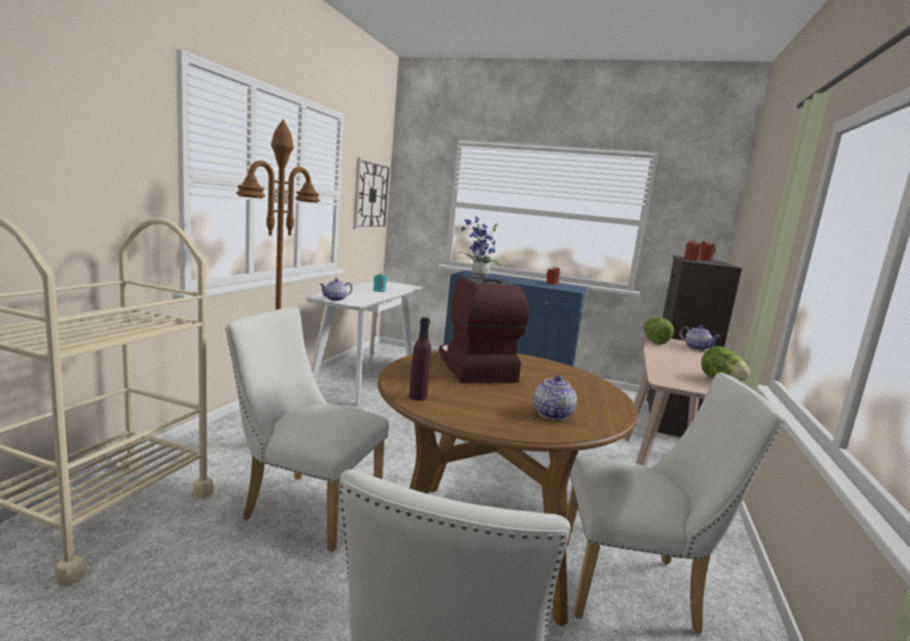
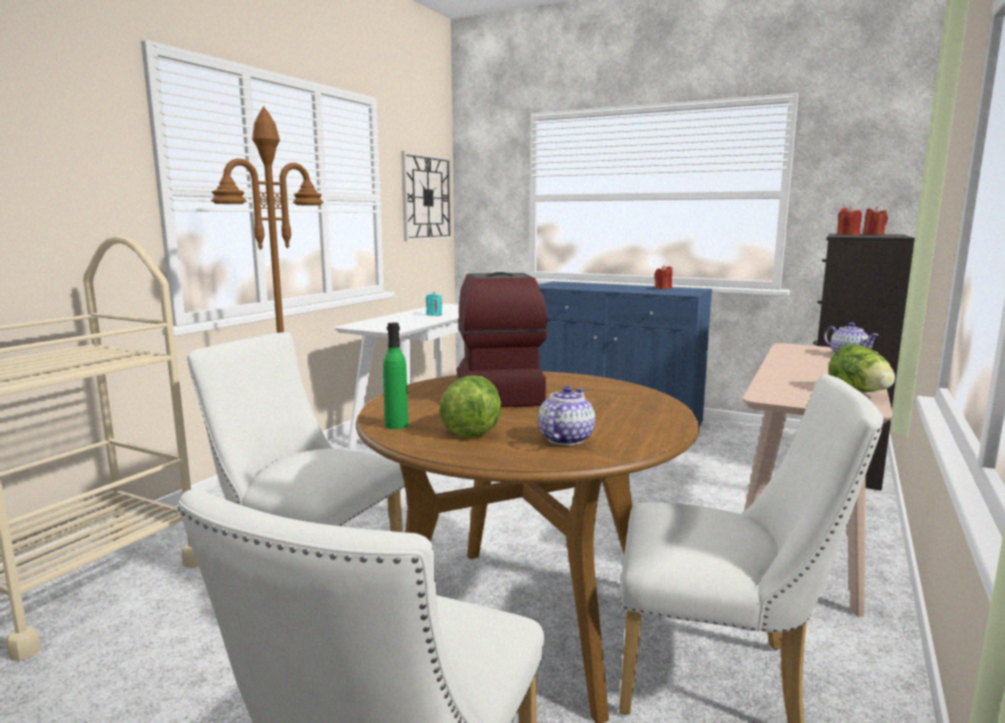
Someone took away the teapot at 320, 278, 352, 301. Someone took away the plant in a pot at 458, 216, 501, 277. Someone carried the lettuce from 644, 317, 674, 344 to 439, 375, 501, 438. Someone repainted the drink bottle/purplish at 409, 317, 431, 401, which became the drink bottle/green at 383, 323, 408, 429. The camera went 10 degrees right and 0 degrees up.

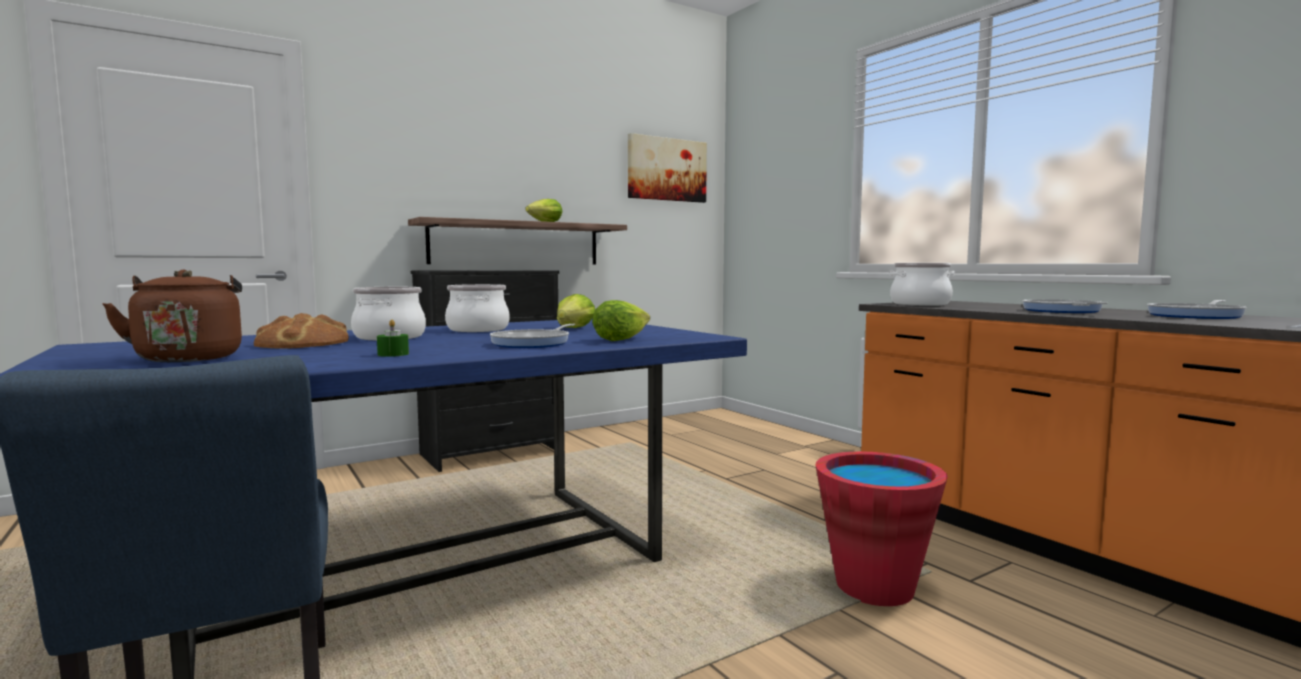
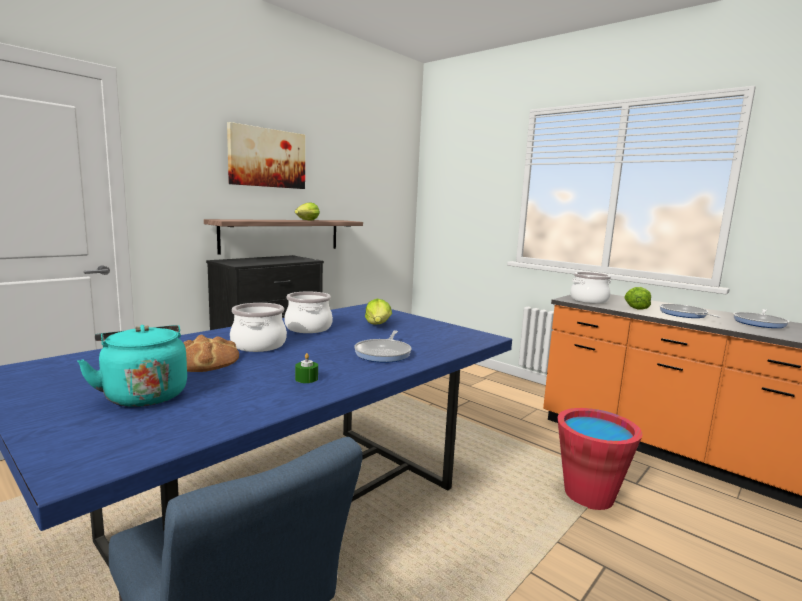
Someone carried the lettuce from 592, 300, 650, 341 to 624, 287, 651, 310. Someone carried the wall picture from 628, 133, 707, 203 to 227, 122, 305, 189. Someone repainted the tea kettle/brownish at 102, 269, 242, 362, which became the tea kettle/turquoise at 77, 325, 187, 407. The camera went 15 degrees left and 5 degrees up.

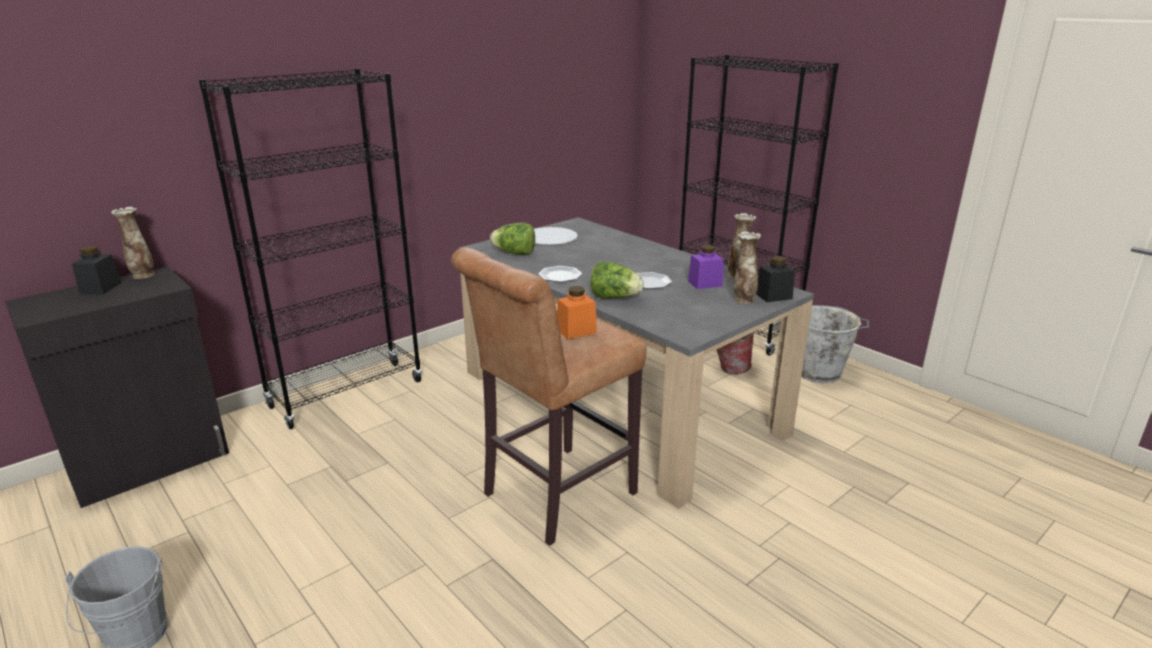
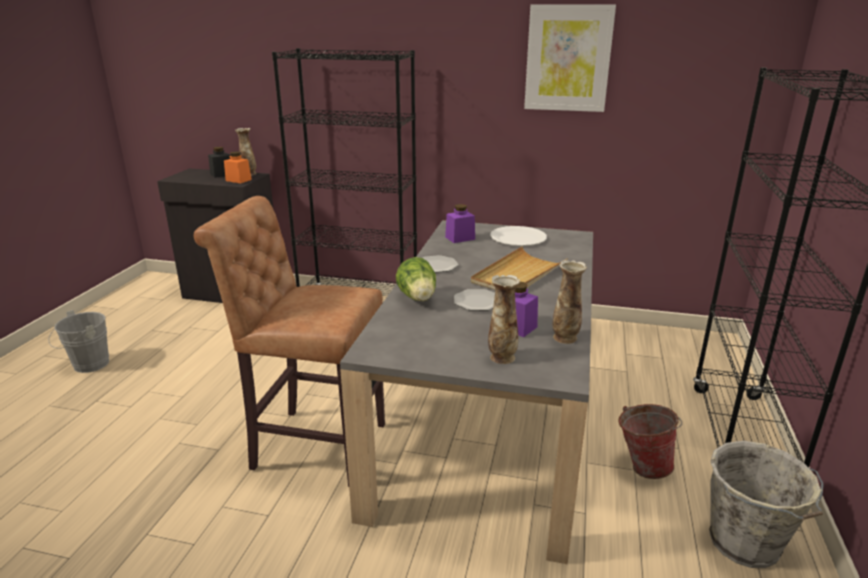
Someone took away the jar/black at 756, 256, 795, 302. Someone put down the carrying tray/beige at 471, 246, 568, 290. Someone put up the wall picture at 524, 4, 616, 112. Someone carried the jar/orangey from 557, 286, 597, 339 to 224, 152, 252, 183. Someone swapped the lettuce at 490, 222, 535, 255 for the jar/purplish at 445, 204, 475, 243. The camera went 55 degrees right and 0 degrees up.

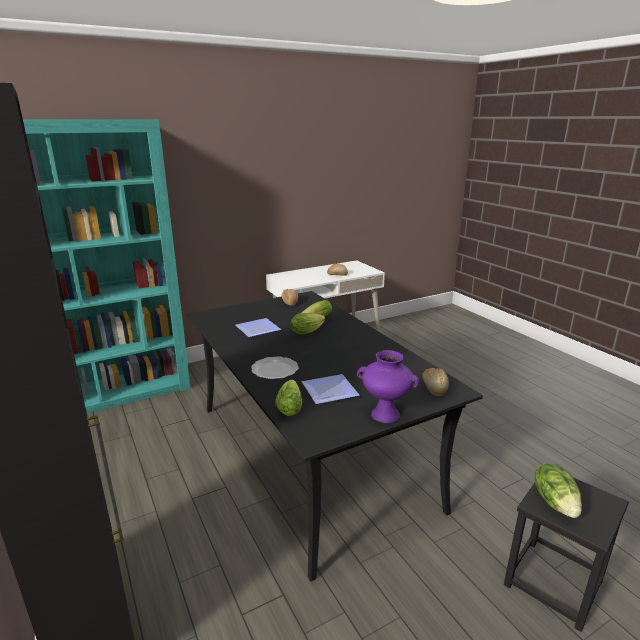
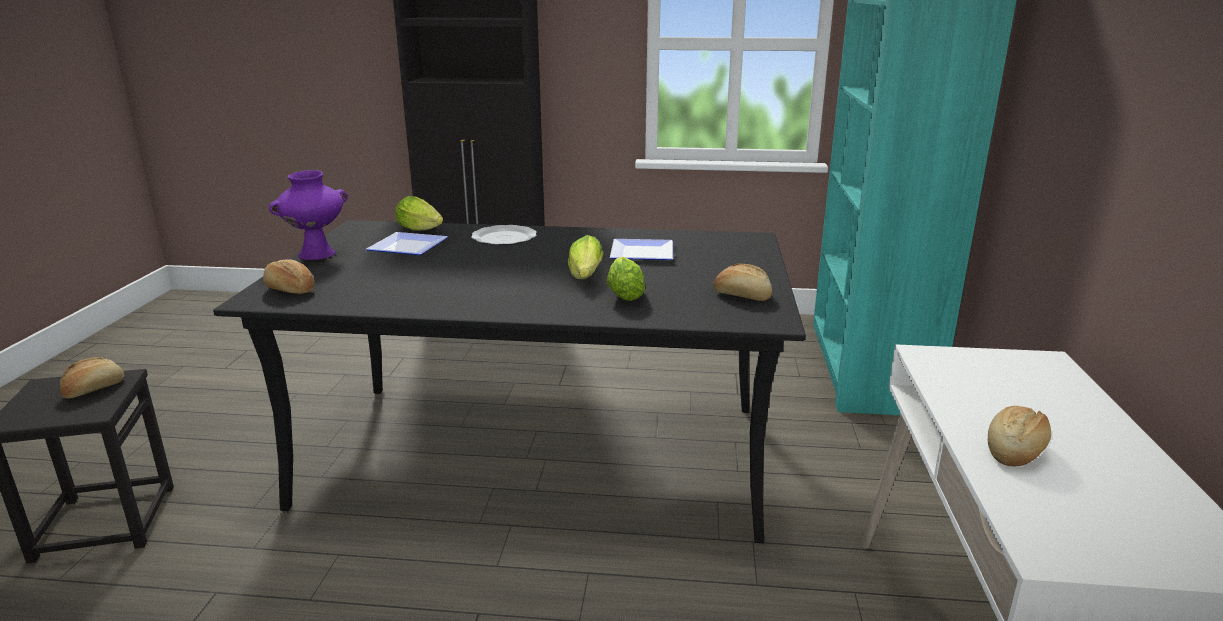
Someone swapped the lettuce at 534, 463, 582, 518 for the bakery bread at 60, 357, 124, 398. The camera went 125 degrees right and 0 degrees up.

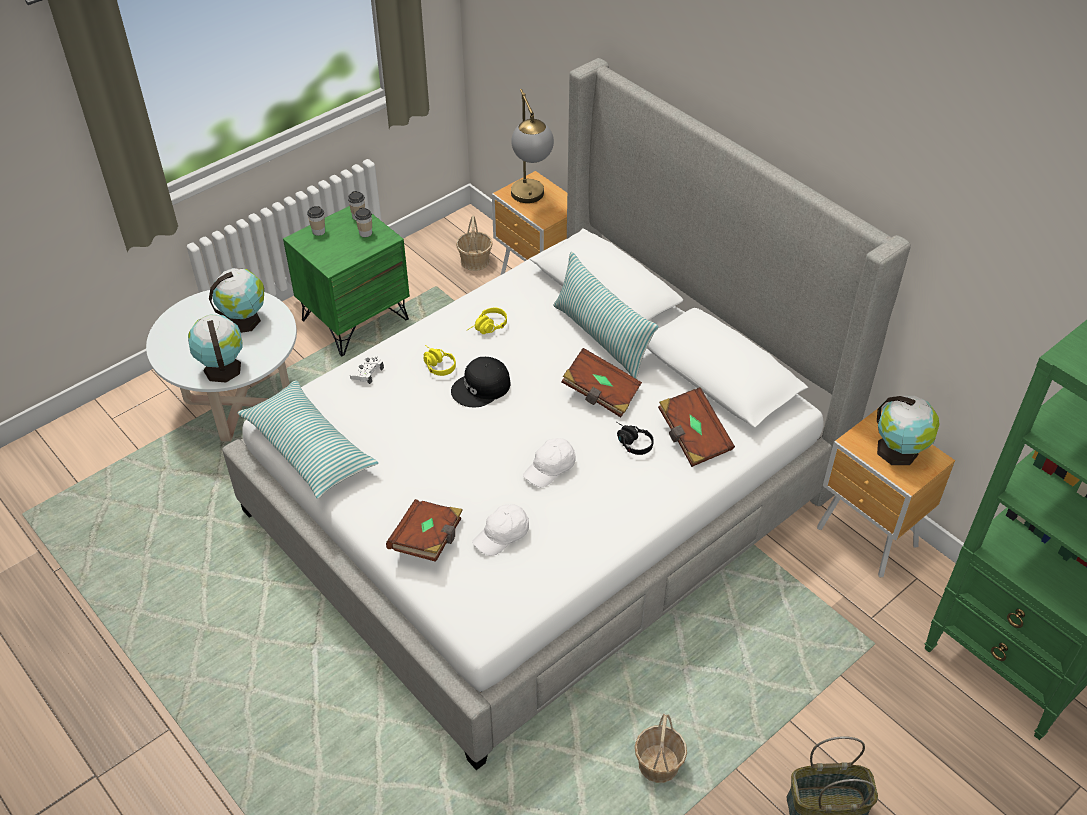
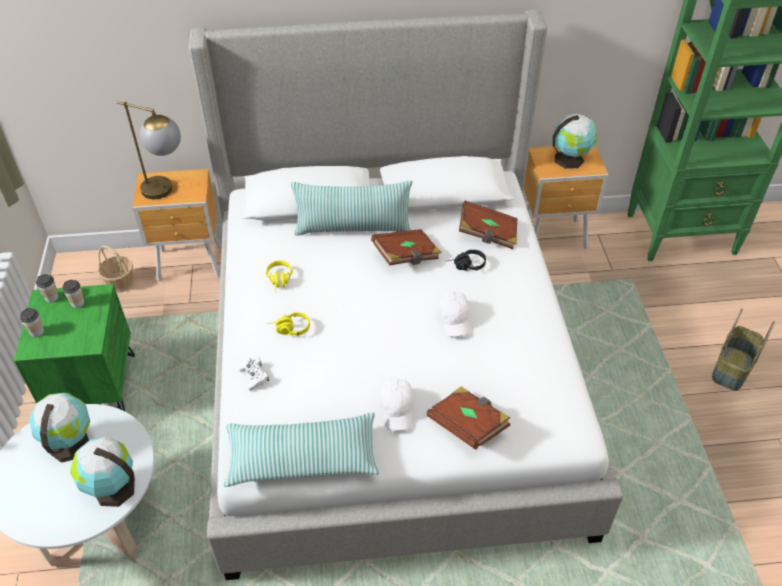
Someone took away the baseball cap/black at 451, 357, 510, 407. Someone took away the storage basket at 635, 714, 687, 783. Someone carried the baseball cap/white from 472, 504, 529, 556 to 380, 378, 414, 431. The camera went 55 degrees left and 0 degrees up.

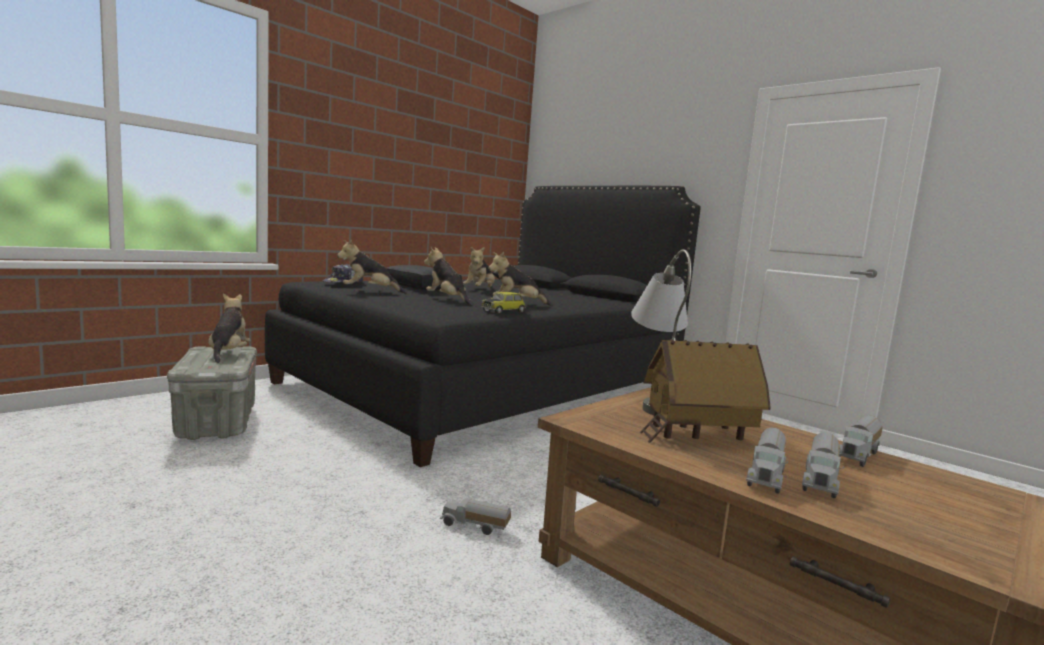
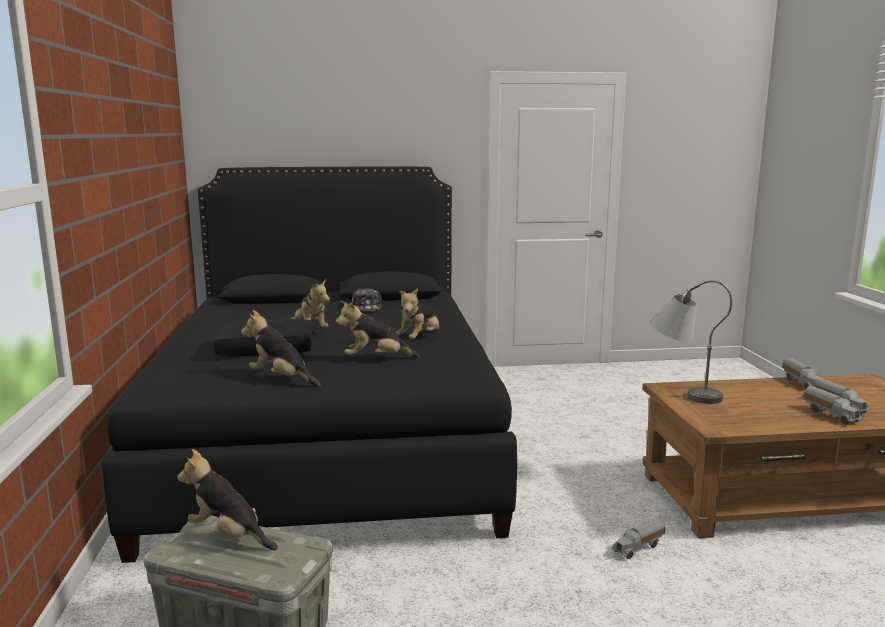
Someone took away the toy car at 481, 292, 526, 314. Someone took away the model house at 640, 339, 771, 443. Someone carried the baseball cap from 323, 264, 363, 283 to 352, 288, 383, 312. Someone rotated the soft toy at 337, 240, 406, 293 by 90 degrees clockwise. The camera went 50 degrees left and 5 degrees up.

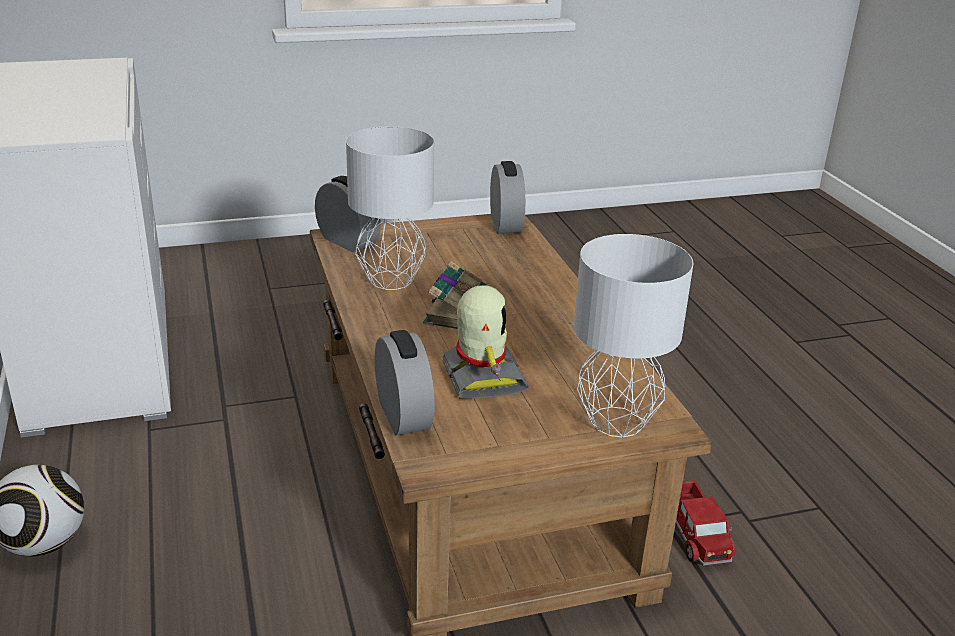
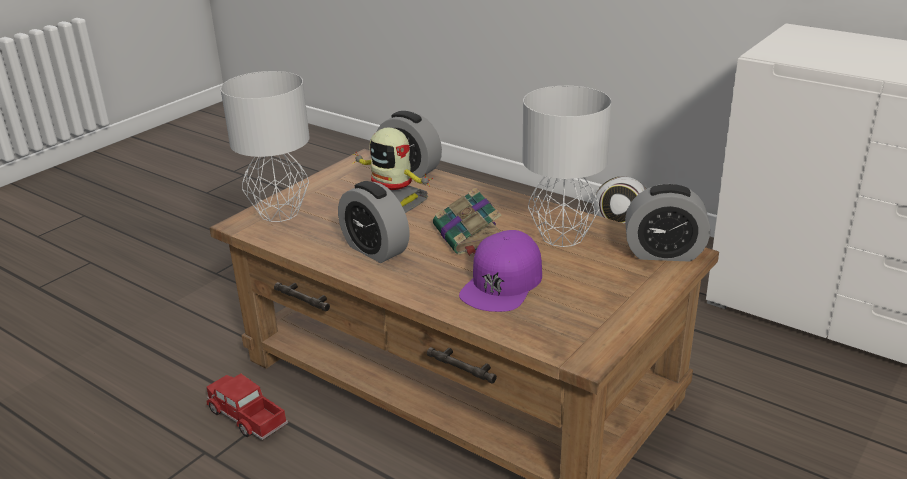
Someone put down the baseball cap/purplish at 459, 230, 542, 312. Someone carried the alarm clock from 490, 161, 525, 233 to 338, 181, 410, 263. The camera went 145 degrees right and 0 degrees up.

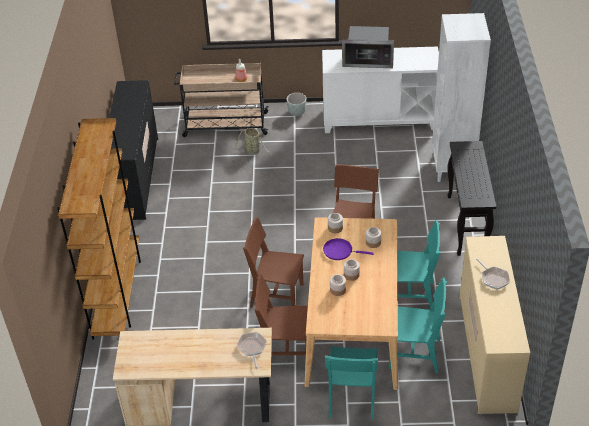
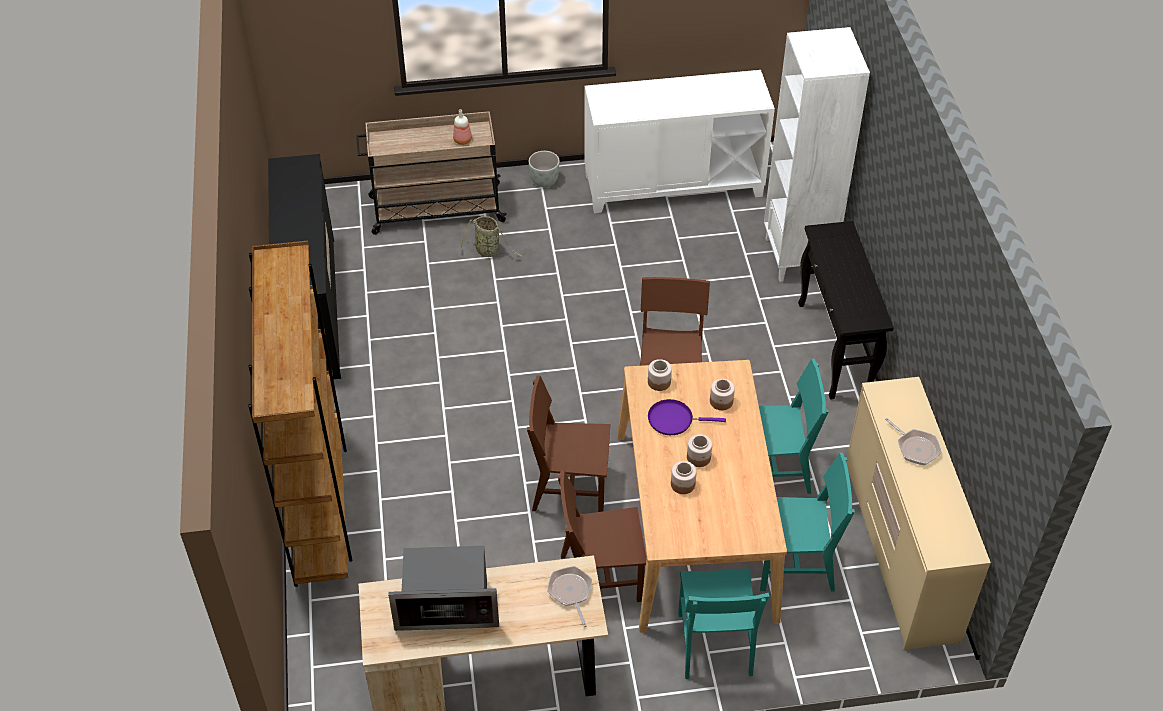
Someone carried the microwave oven from 342, 26, 394, 68 to 388, 546, 499, 631. The camera went 10 degrees left and 5 degrees up.

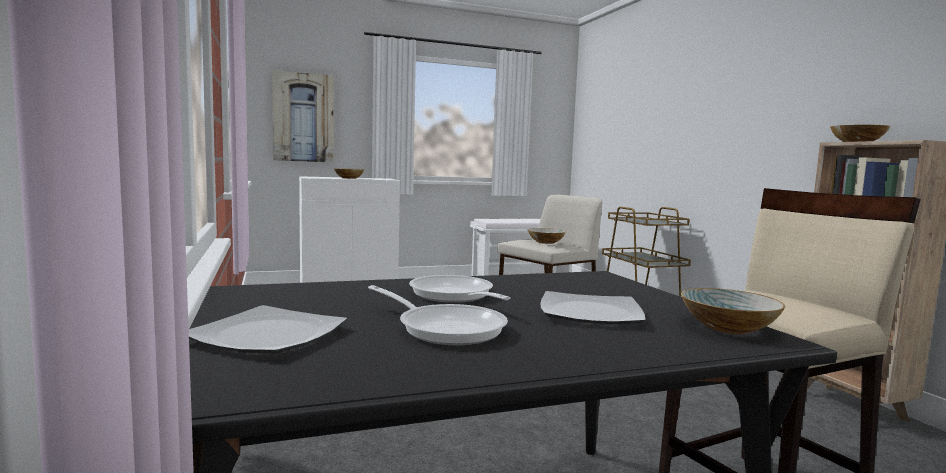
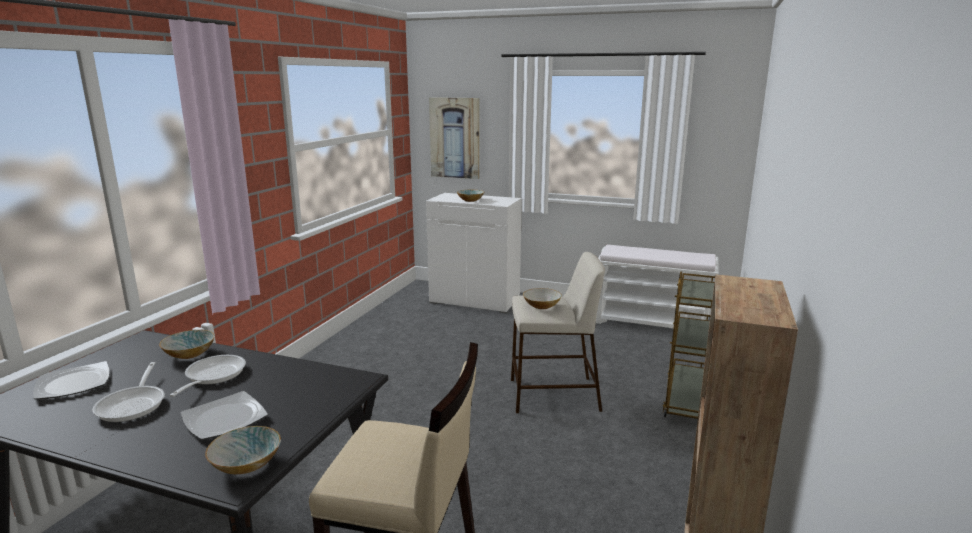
Someone carried the serving bowl from 830, 125, 891, 142 to 159, 330, 215, 359. The camera went 40 degrees right and 10 degrees up.

